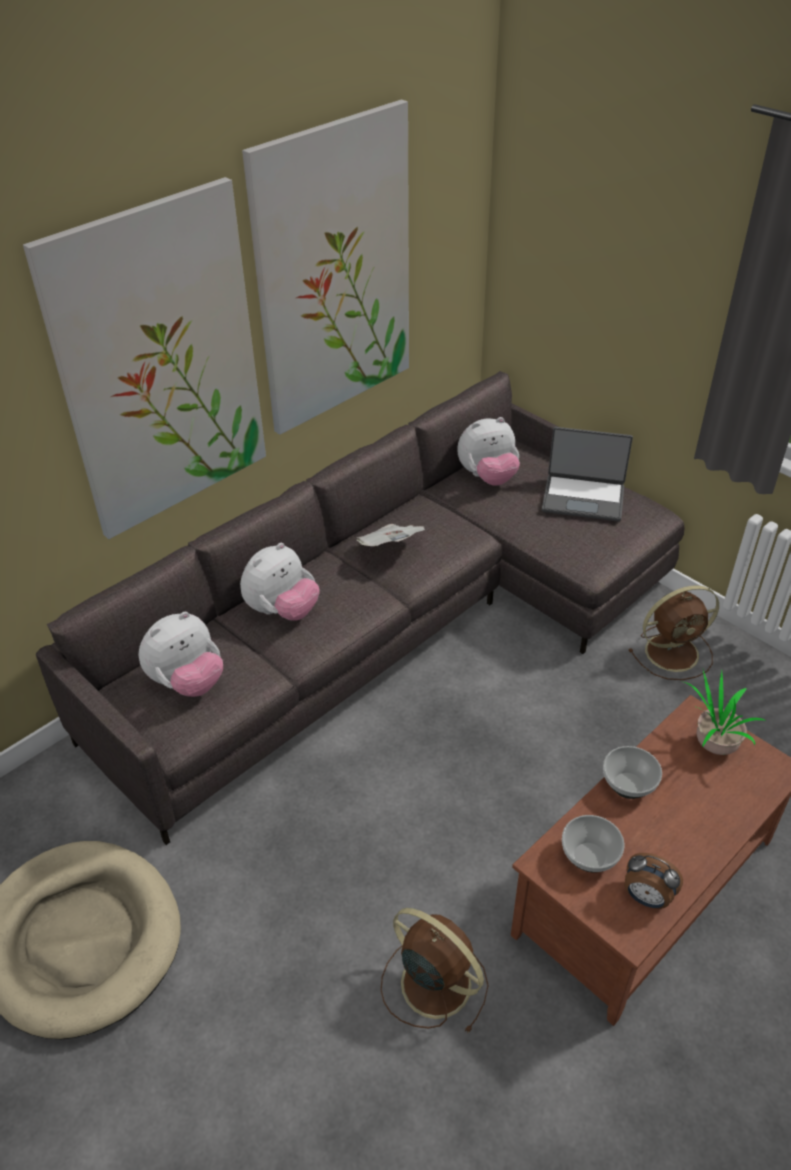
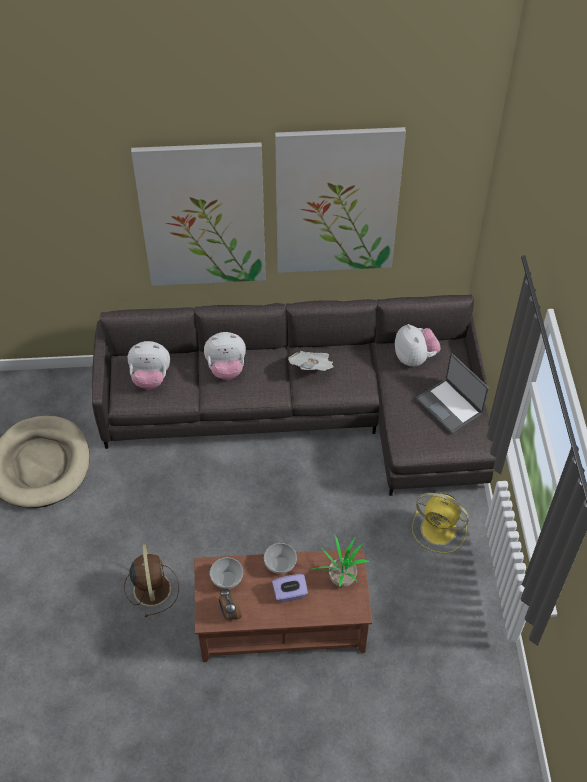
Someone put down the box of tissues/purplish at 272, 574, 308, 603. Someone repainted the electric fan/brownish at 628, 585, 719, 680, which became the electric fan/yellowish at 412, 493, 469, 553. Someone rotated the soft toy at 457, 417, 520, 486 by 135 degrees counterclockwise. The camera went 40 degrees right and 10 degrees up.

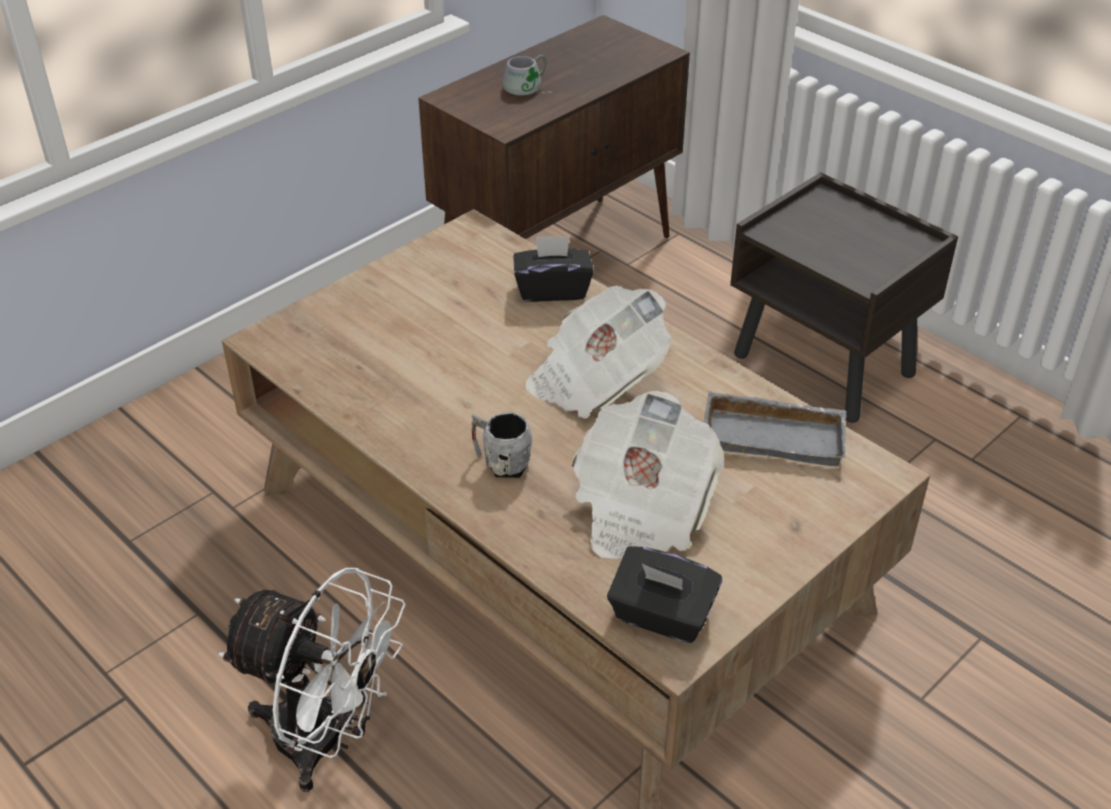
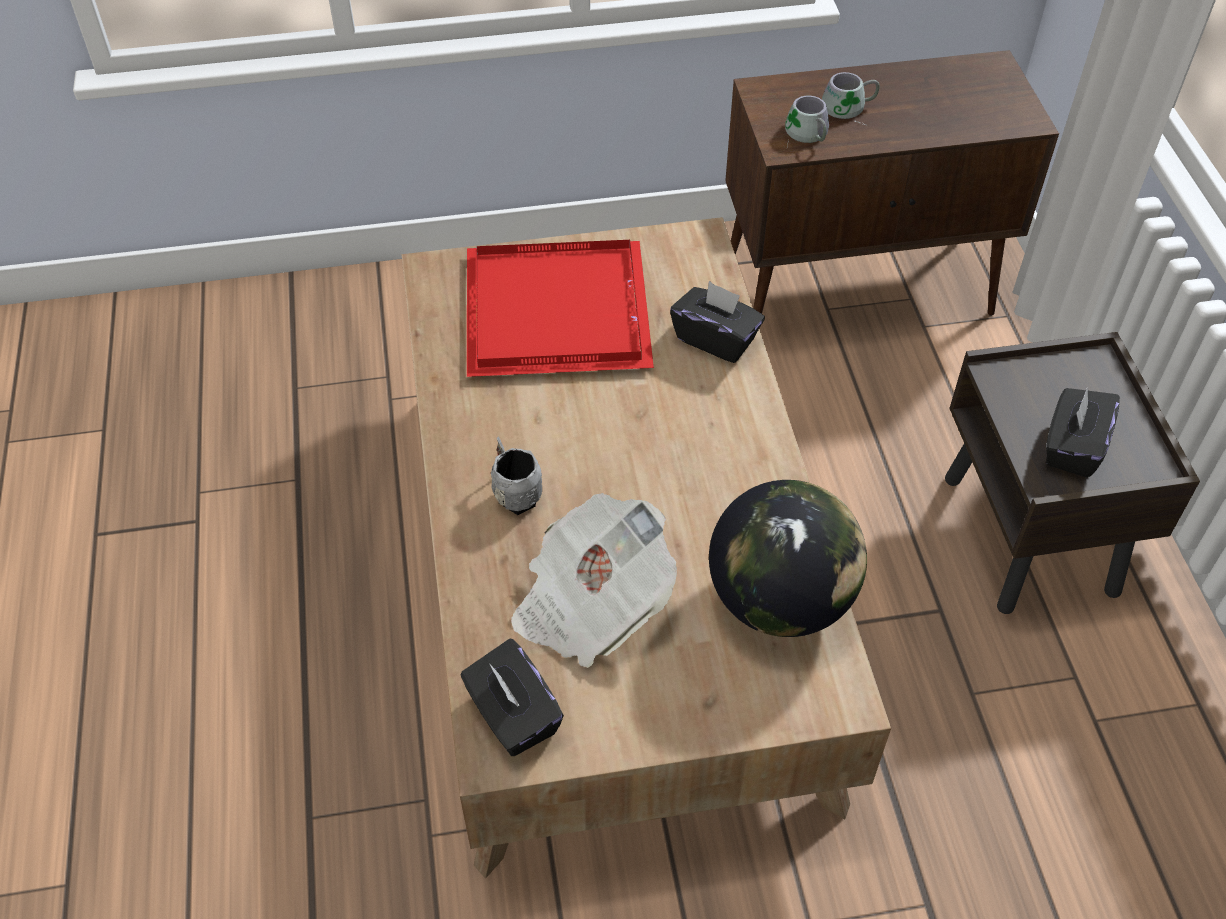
Someone took away the electric fan/white at 218, 568, 406, 792. Someone took away the newspaper at 525, 285, 671, 418. Someone put down the carrying tray/red-coloured at 467, 240, 654, 377. Someone put down the tea mug/greyish at 785, 96, 829, 147. Someone put down the box of tissues/black at 1046, 388, 1120, 477. Someone swapped the carrying tray/greyish at 703, 391, 847, 466 for the desk globe at 709, 480, 867, 637. The camera went 35 degrees right and 10 degrees up.

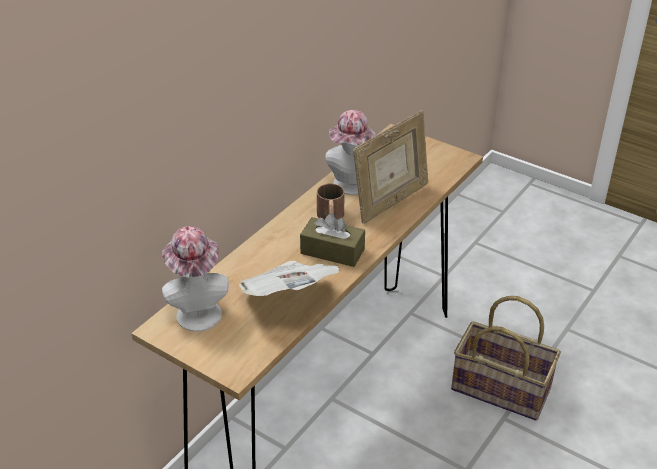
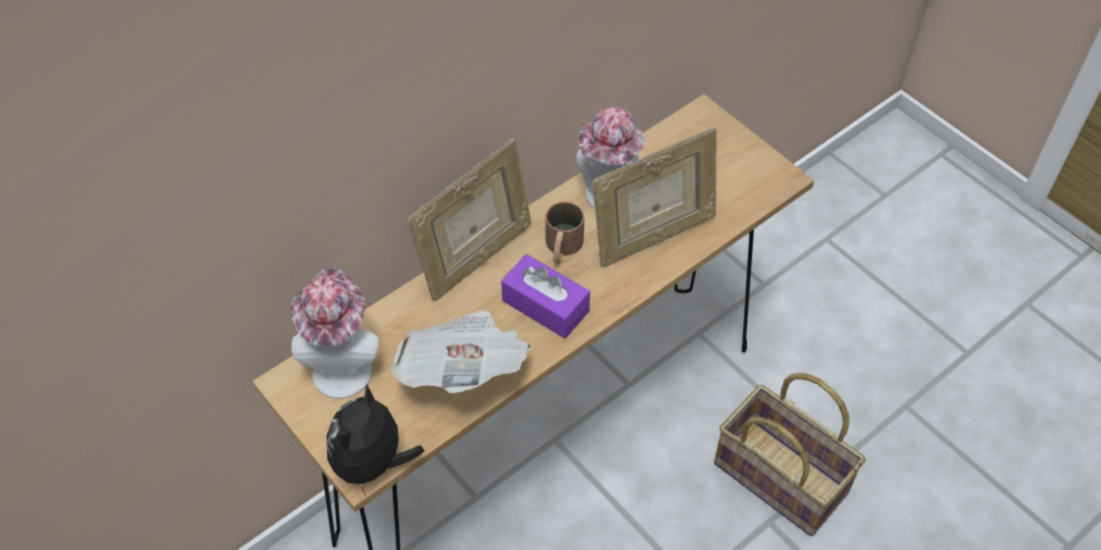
Someone put down the soft toy at 327, 384, 424, 497. Someone put down the picture frame at 408, 139, 531, 301. Someone repainted the box of tissues/brownish at 300, 213, 365, 267, which became the box of tissues/purplish at 501, 254, 590, 339. The camera went 15 degrees right and 15 degrees up.

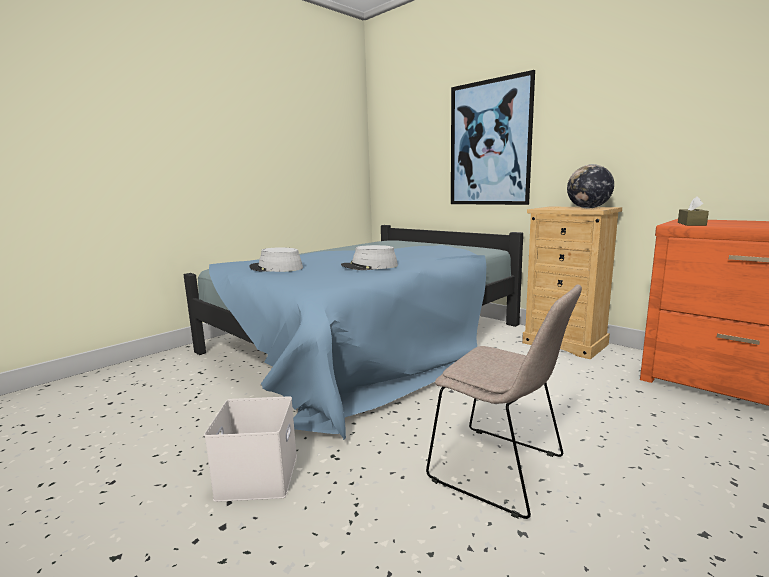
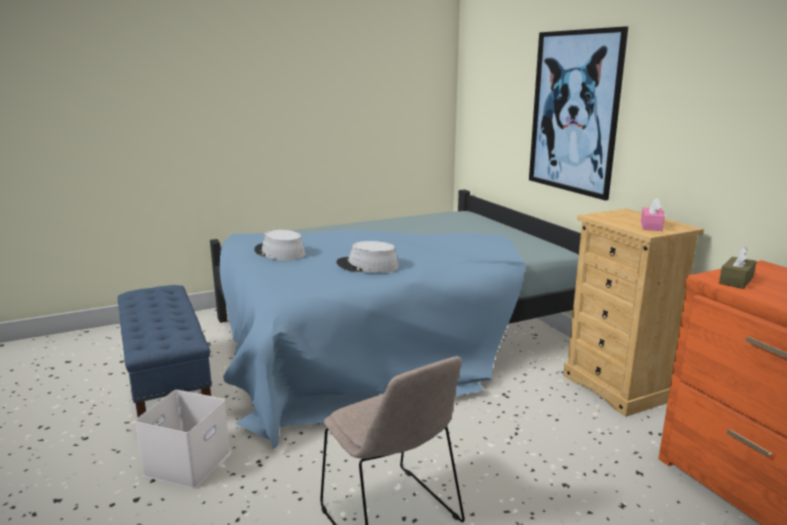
Someone put down the indoor bench/blue-coloured at 118, 285, 212, 417. Someone swapped the desk globe at 567, 164, 614, 208 for the box of tissues/pinkish at 641, 198, 665, 231. The camera went 20 degrees right and 5 degrees up.

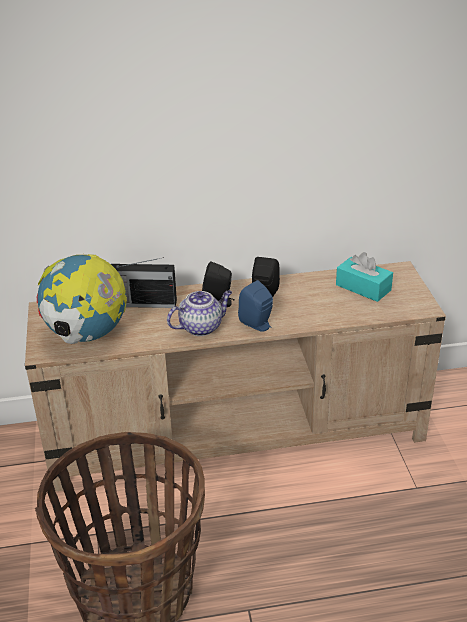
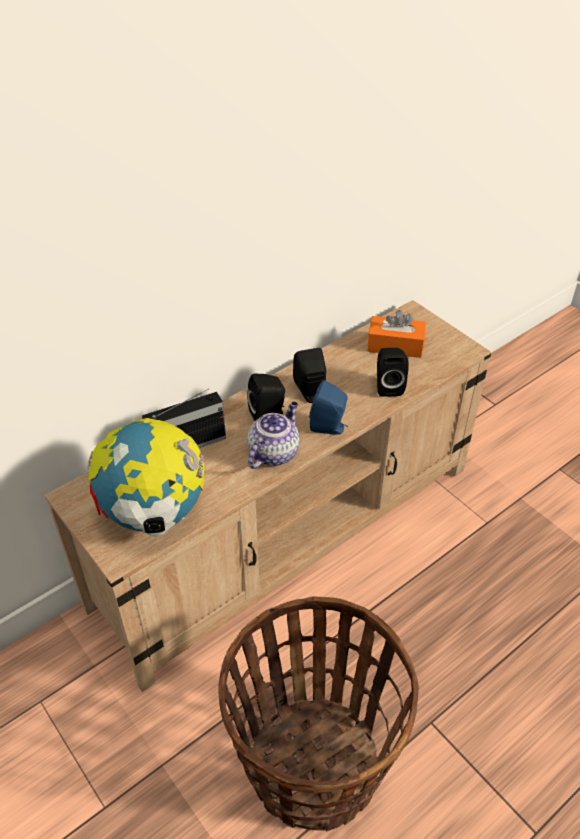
Someone put down the speaker/black at 377, 348, 409, 397. Someone repainted the box of tissues/turquoise at 336, 252, 393, 302, which became the box of tissues/orangey at 367, 310, 426, 358. The camera went 30 degrees left and 10 degrees up.

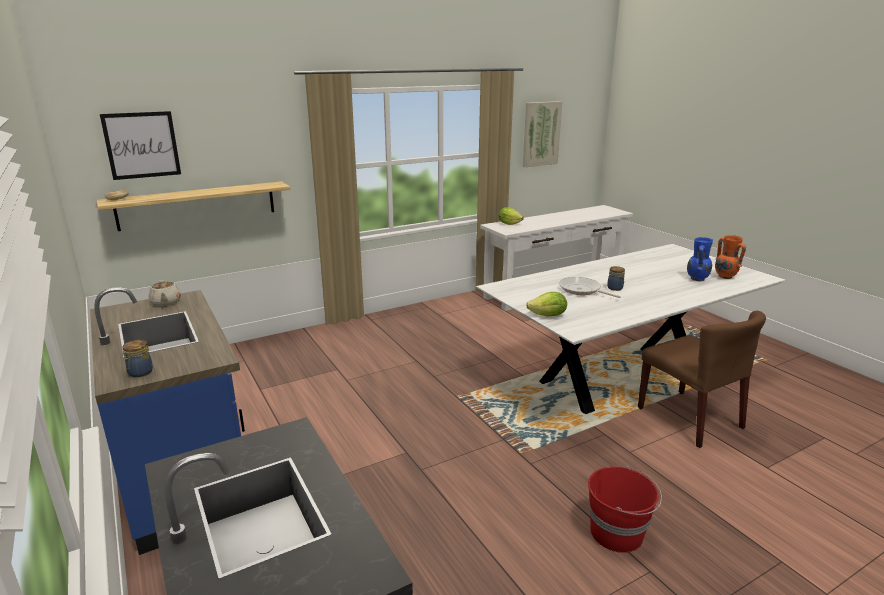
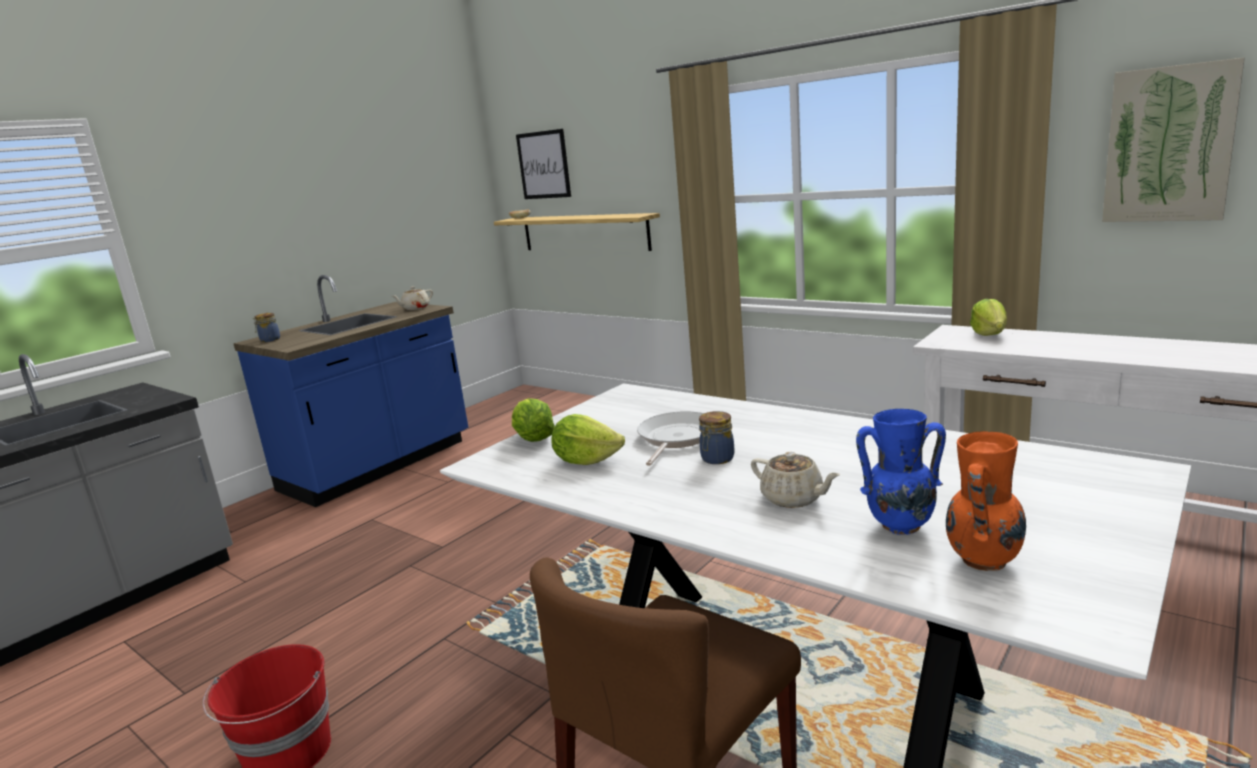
Someone put down the lettuce at 551, 414, 625, 465. Someone put down the teapot/beige at 751, 452, 840, 508. The camera went 70 degrees right and 5 degrees down.

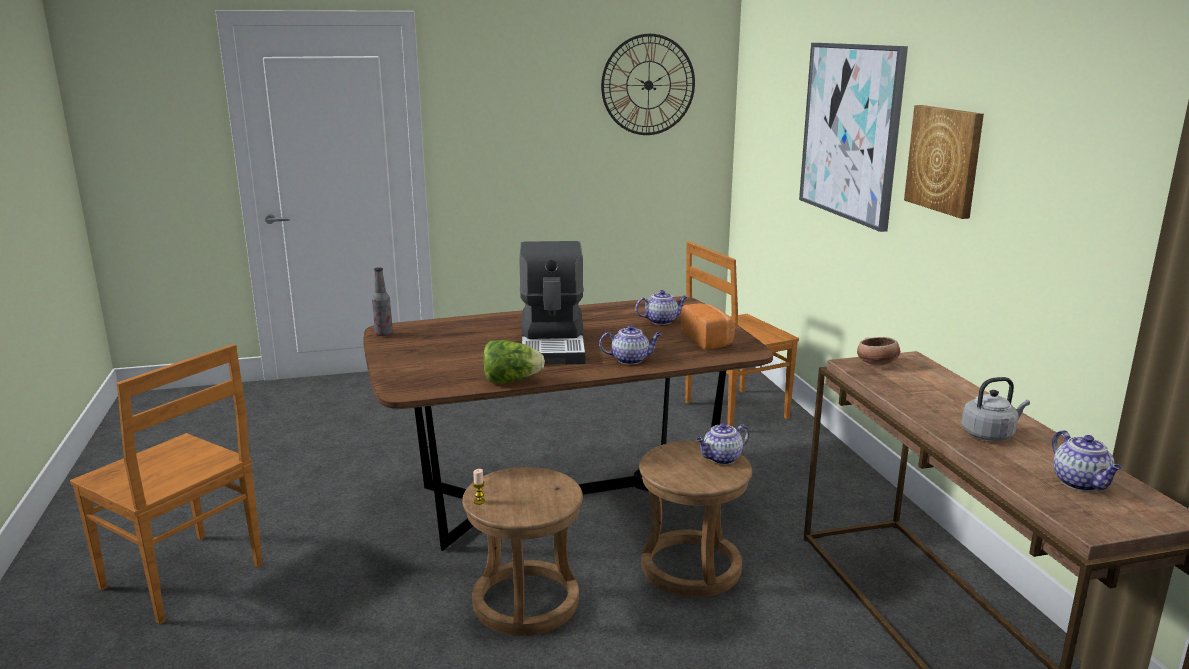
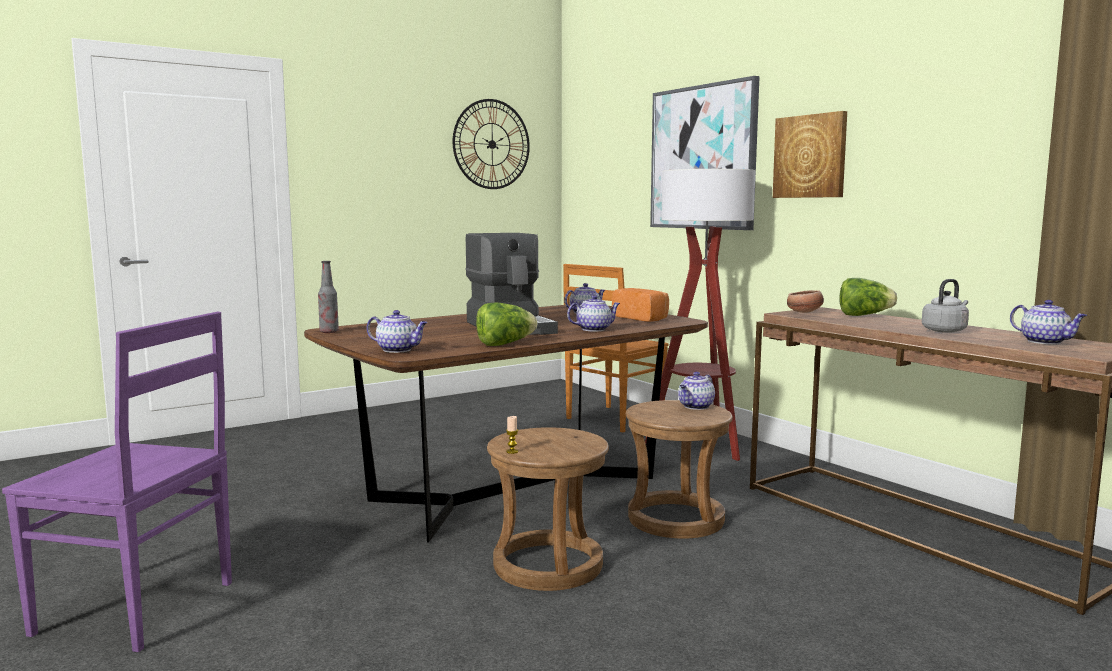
Someone put down the teapot at 367, 310, 428, 353. Someone put down the standing lamp at 645, 169, 756, 461. Someone put down the lettuce at 840, 278, 897, 316. Someone repainted the upright chair/brownish at 70, 344, 263, 624, which became the upright chair/purplish at 2, 312, 232, 652. The camera went 20 degrees left and 10 degrees down.

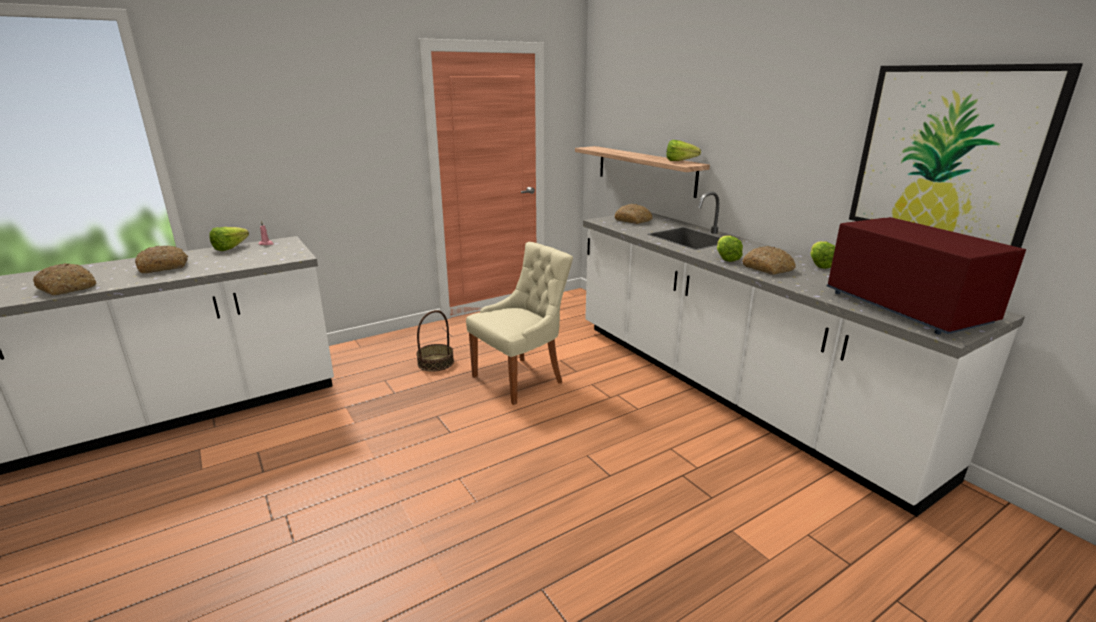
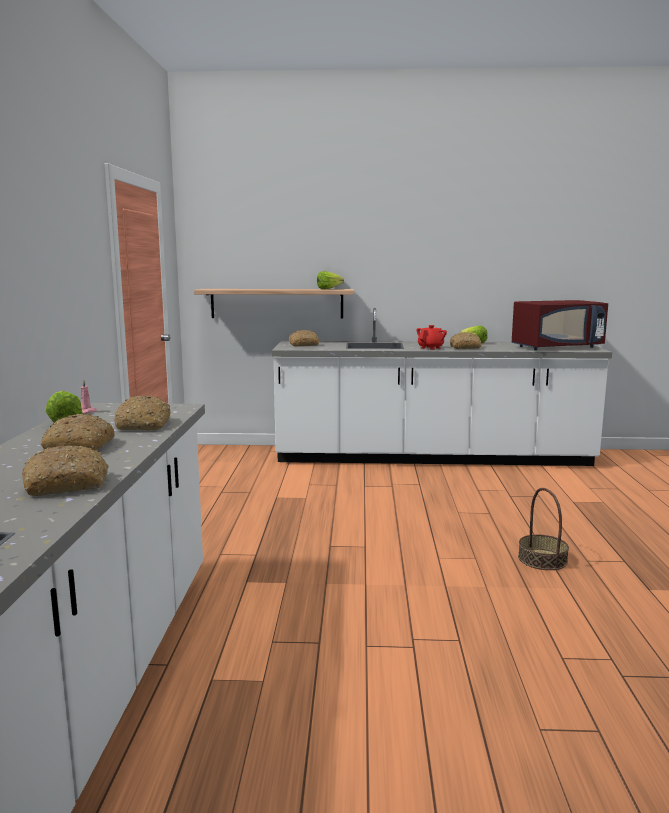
Someone took away the upright chair/beige at 466, 242, 573, 405. Someone took away the wall picture at 849, 63, 1083, 248. Someone put down the bakery bread at 114, 395, 170, 430. Someone carried the storage basket from 416, 310, 454, 372 to 518, 488, 569, 570. Someone swapped the lettuce at 717, 235, 743, 262 for the teapot/red-coloured at 417, 325, 447, 350. Someone rotated the microwave oven/red-coloured at 827, 217, 1026, 334 by 150 degrees clockwise. The camera went 55 degrees left and 10 degrees down.

